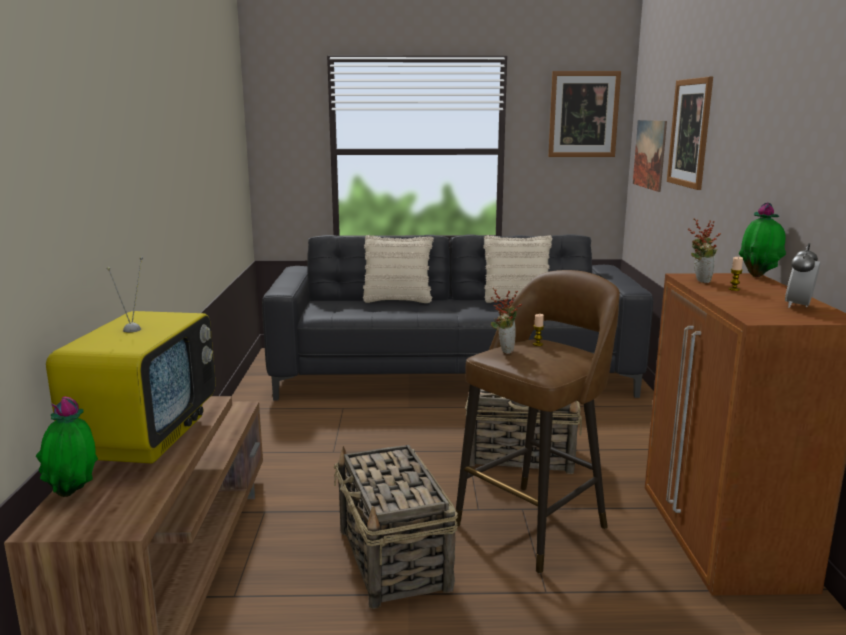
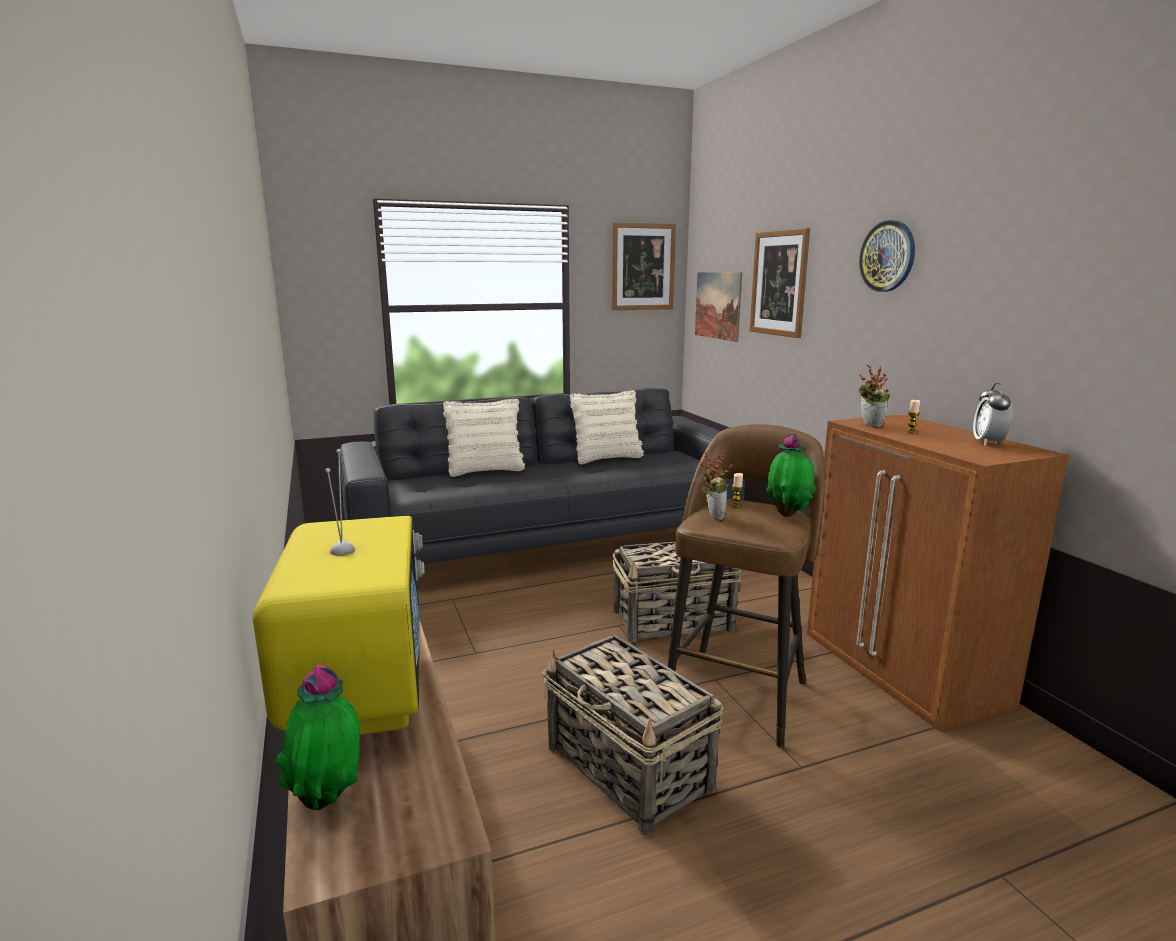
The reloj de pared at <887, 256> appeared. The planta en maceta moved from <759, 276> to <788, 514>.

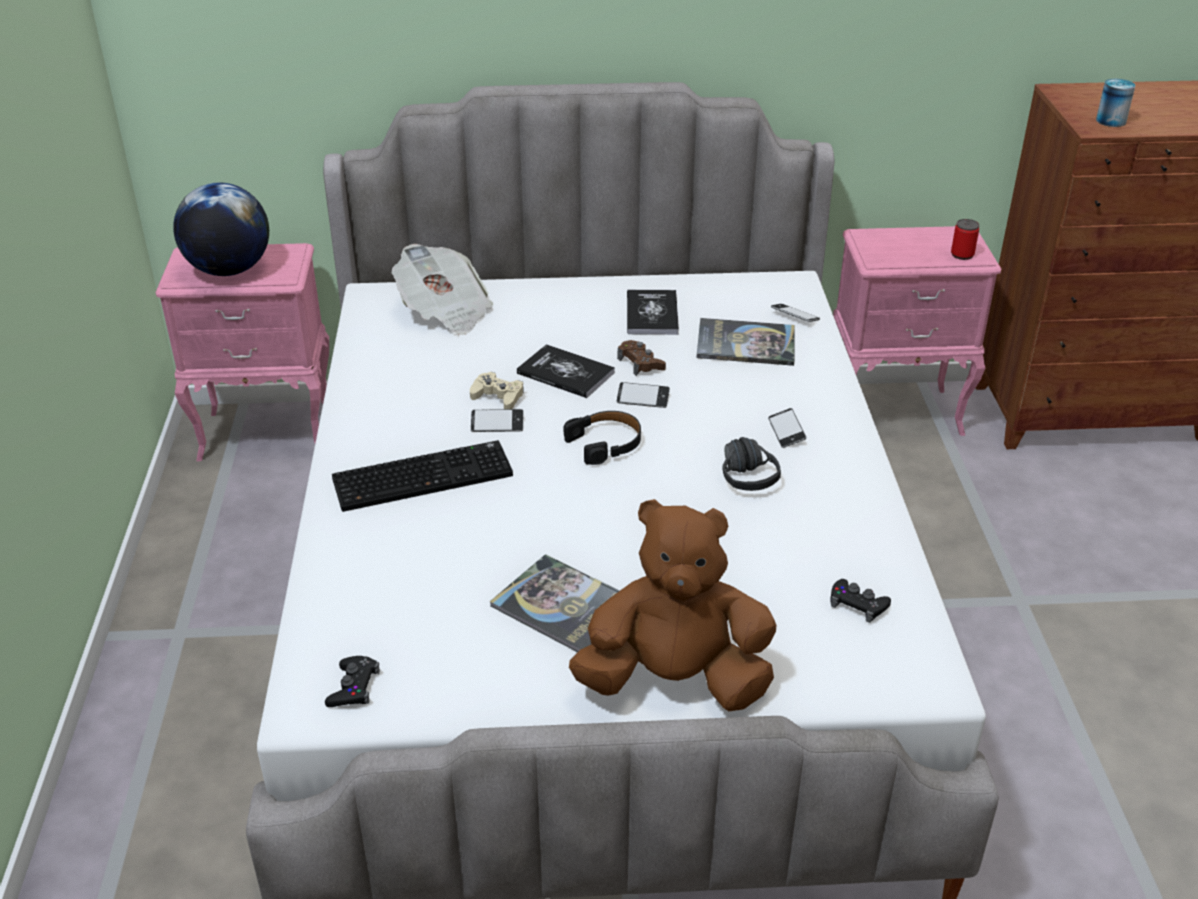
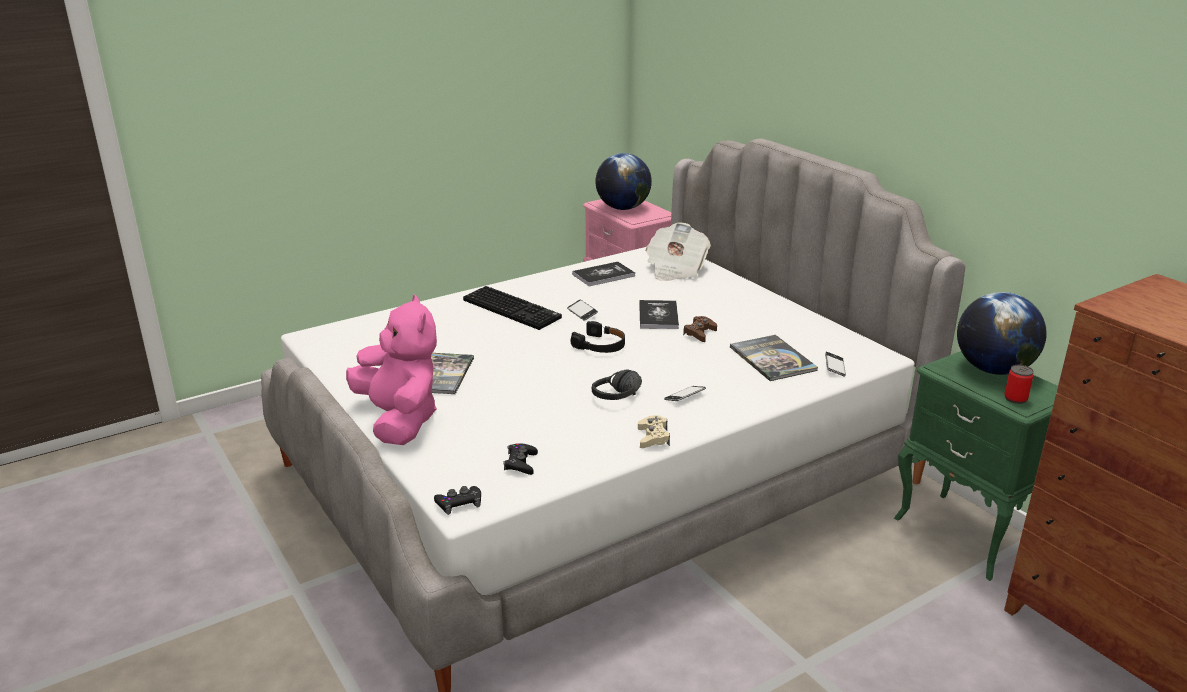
The móvil at <643, 399> disappeared. The lata at <1111, 121> disappeared. The globo terráqueo at <993, 369> appeared. The mando de consola (negro) moved from <353, 687> to <459, 503>. The mando de consola (beis) moved from <498, 397> to <653, 437>. The libro moved from <652, 314> to <603, 275>. The peluche (marrón) at <675, 680> became the peluche (rosa) at <399, 420>. The mesita de noche (rosa) at <894, 414> became the mesita de noche (verde) at <965, 535>.

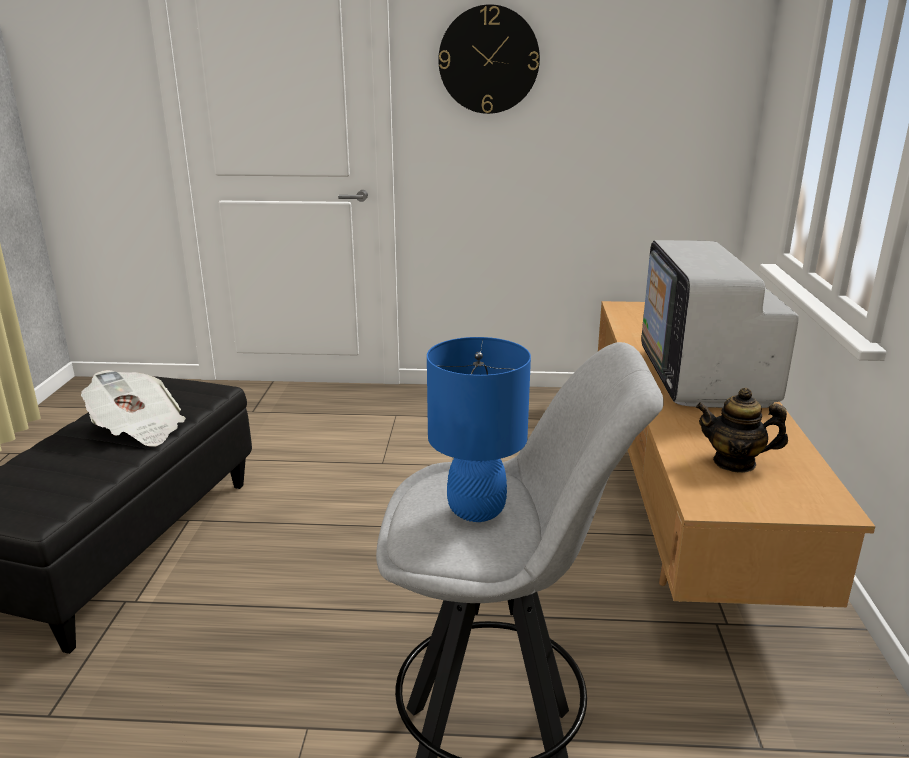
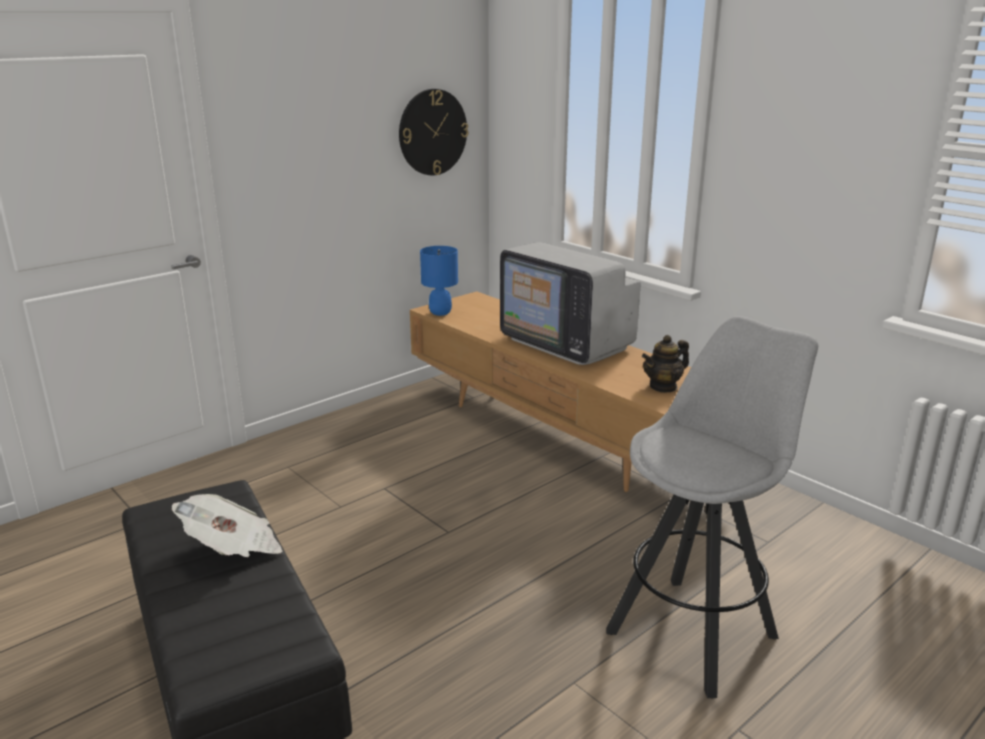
The lámpara de mesa (azul) moved from <477, 514> to <441, 313>. The reloj de pared moved from <488, 60> to <432, 132>.

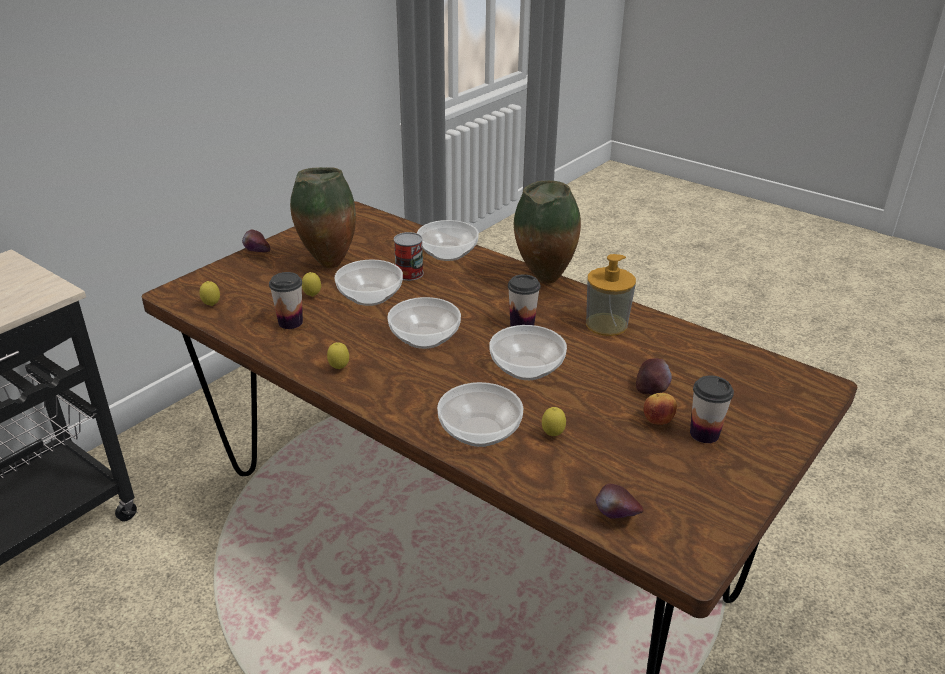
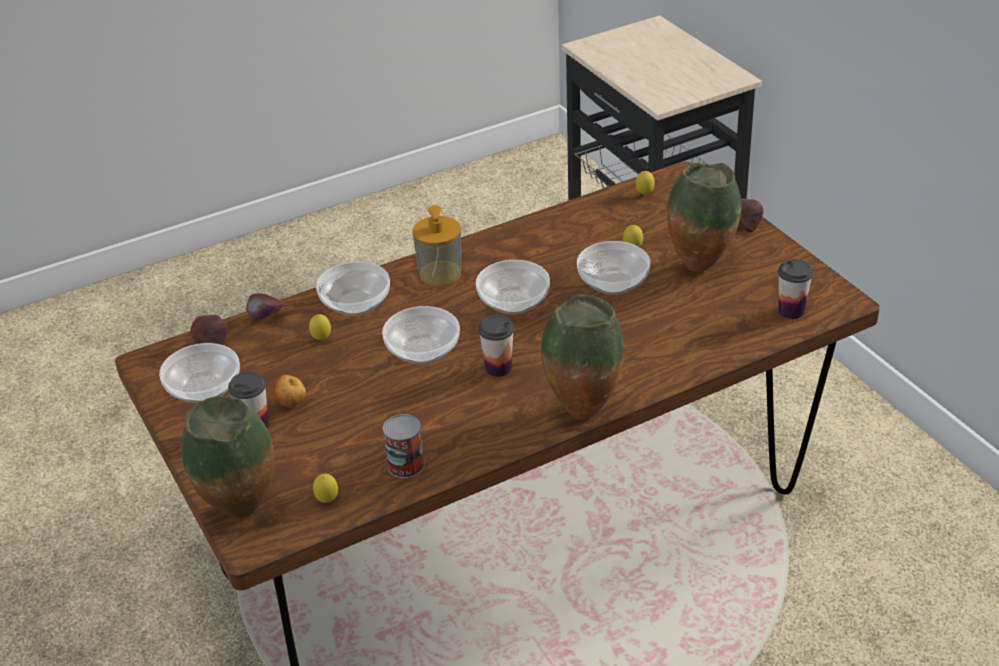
The florero at <242, 514> appeared. The taza moved from <290, 322> to <791, 311>. The limón moved from <339, 368> to <327, 501>. The lata moved from <409, 273> to <406, 465>. The cuenco moved from <448, 253> to <203, 389>. The dispensador de jabón moved from <606, 324> to <440, 273>. The manzana moved from <651, 390> to <266, 319>.

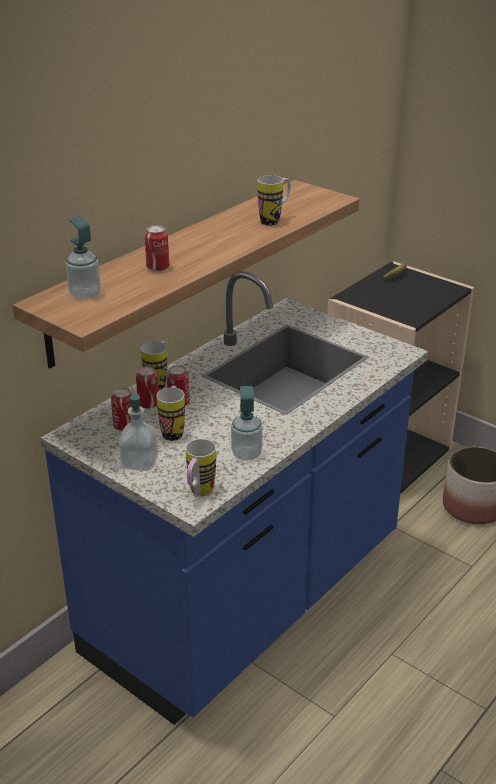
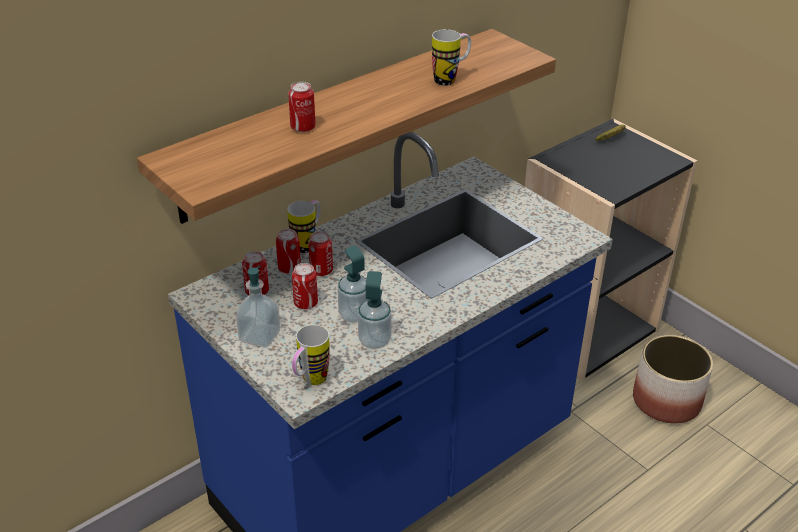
The dispensador de jabón moved from <85, 294> to <354, 315>. The taza grande at <173, 431> was replaced by the lata at <306, 303>.

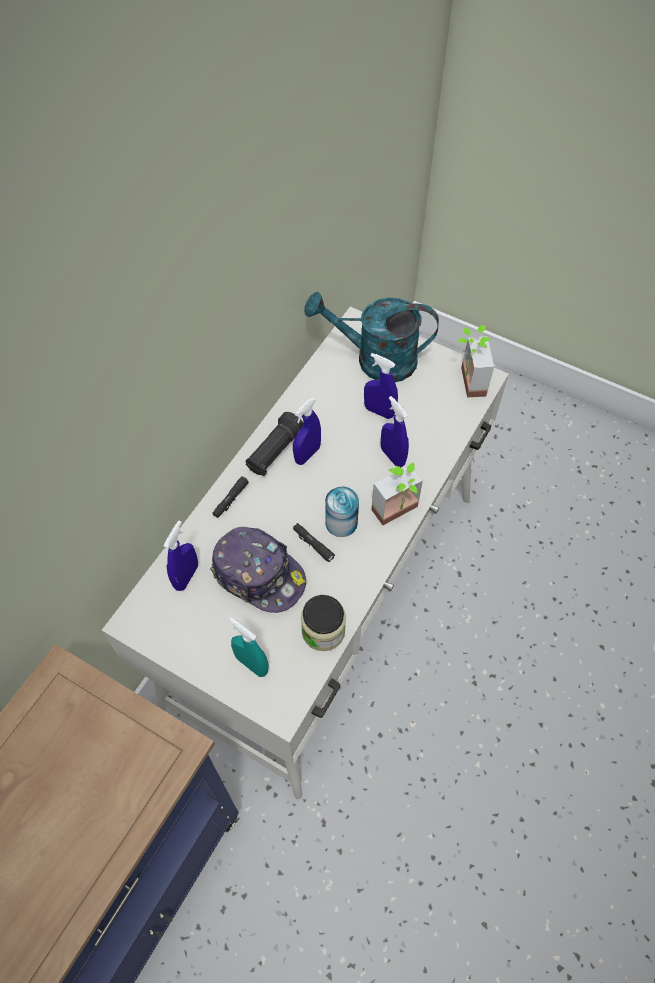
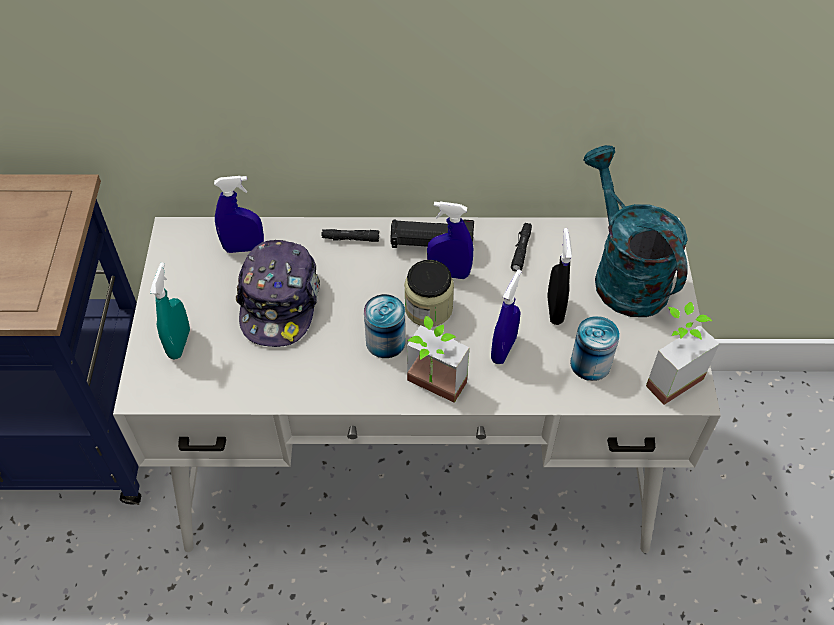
The lata at <590, 363> appeared. The linterna (negro) moved from <313, 544> to <521, 250>. The tarro moved from <323, 631> to <428, 308>. The pulverizador (azul) at <379, 411> became the pulverizador (negro) at <554, 310>.

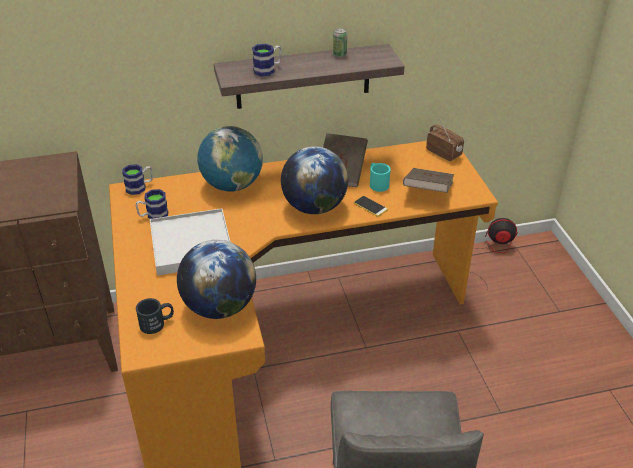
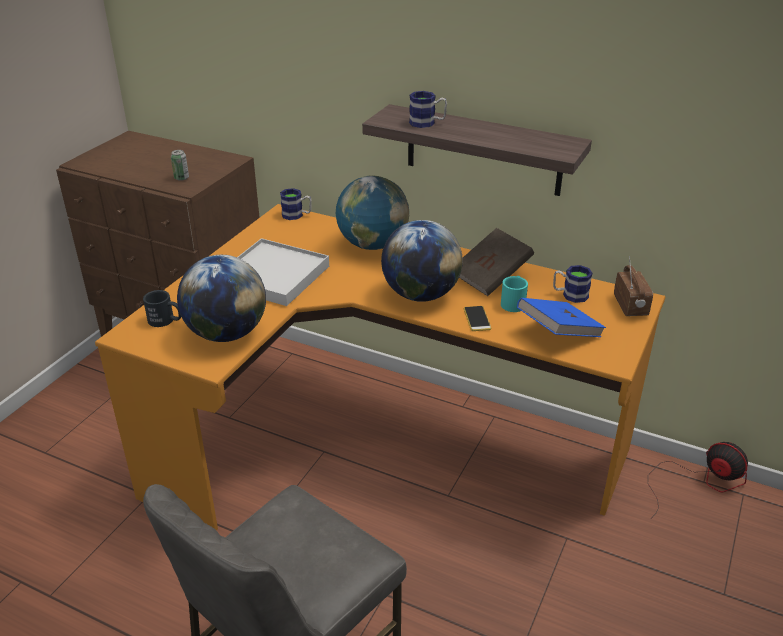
The taza grande moved from <153, 215> to <570, 295>. The lata moved from <339, 55> to <181, 178>. The libro (marrón) at <427, 192> became the libro (azul) at <558, 333>.

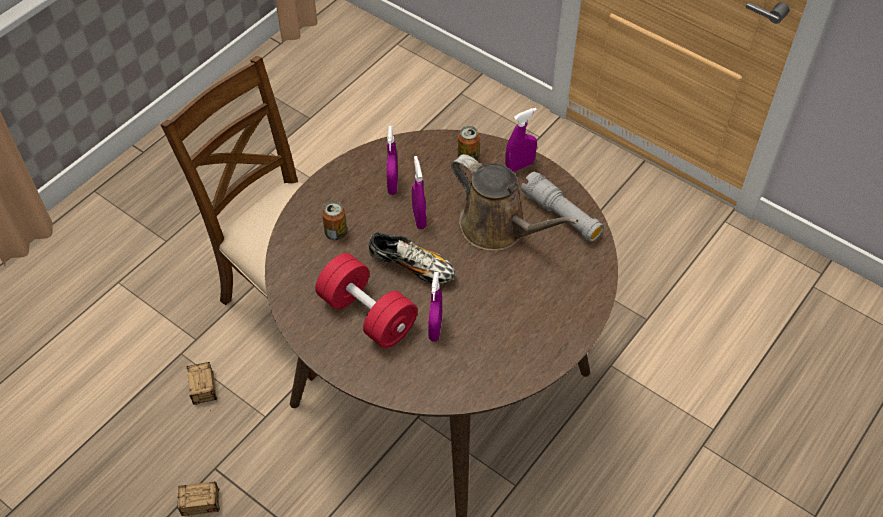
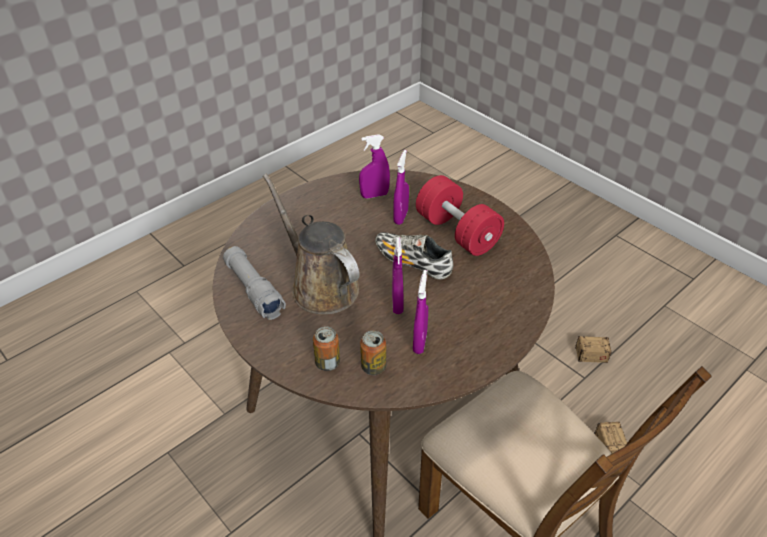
The lata moved from <336, 233> to <373, 367>. The pulverizador (morado) moved from <519, 166> to <374, 195>.

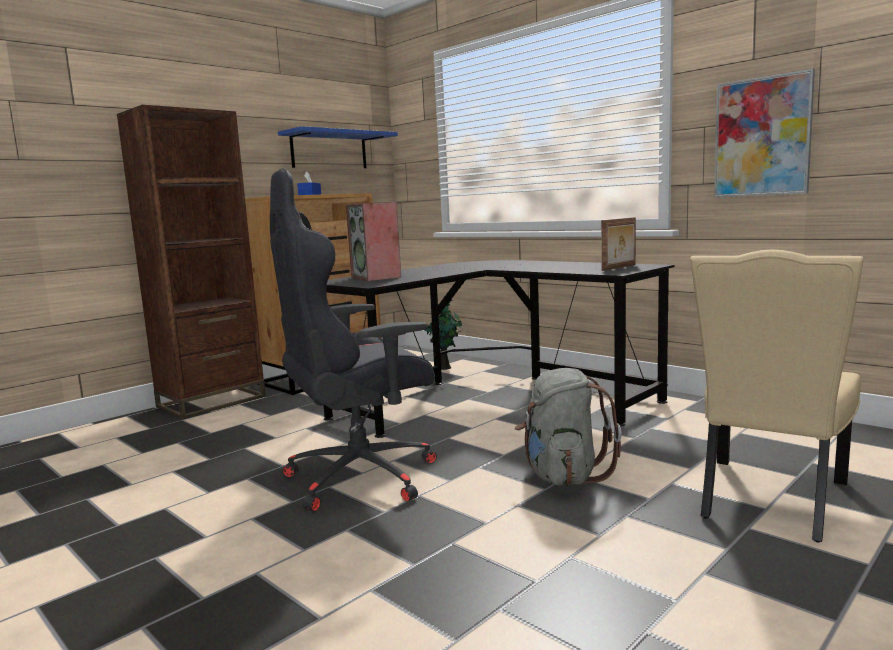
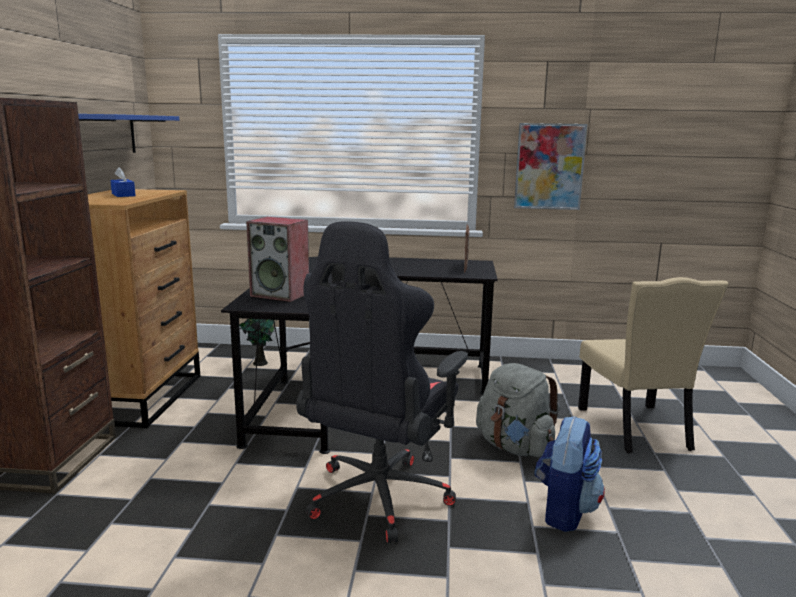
The mochila at <564, 511> appeared.

